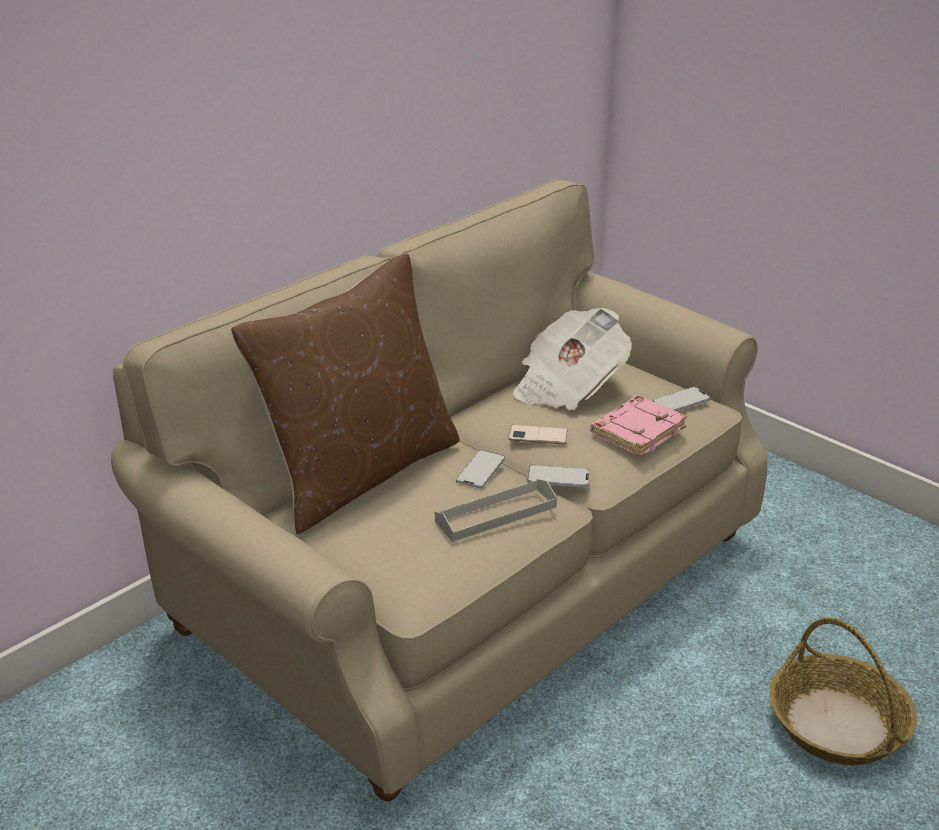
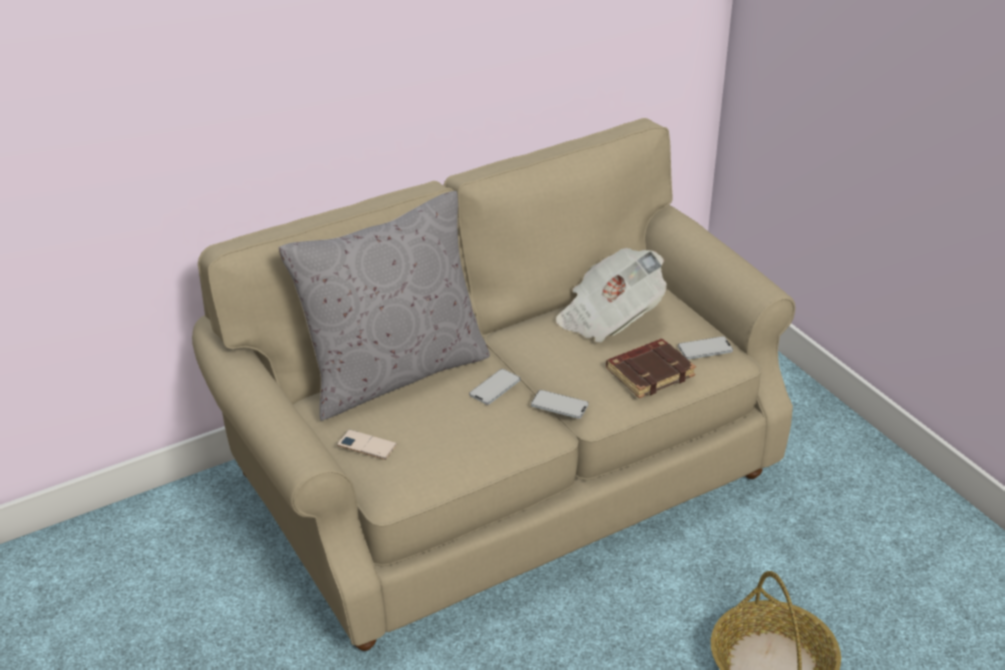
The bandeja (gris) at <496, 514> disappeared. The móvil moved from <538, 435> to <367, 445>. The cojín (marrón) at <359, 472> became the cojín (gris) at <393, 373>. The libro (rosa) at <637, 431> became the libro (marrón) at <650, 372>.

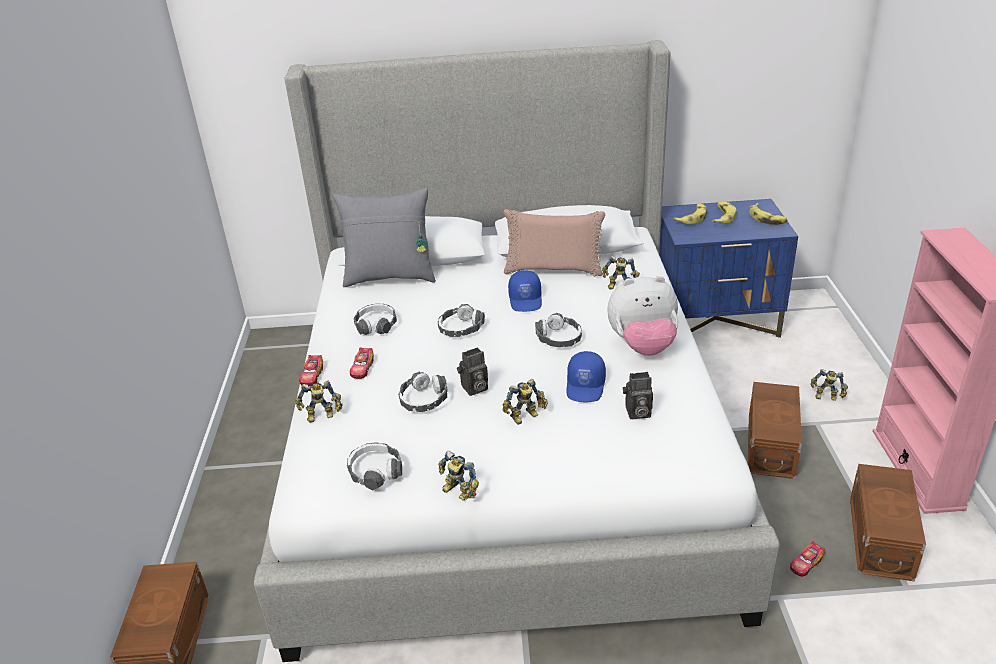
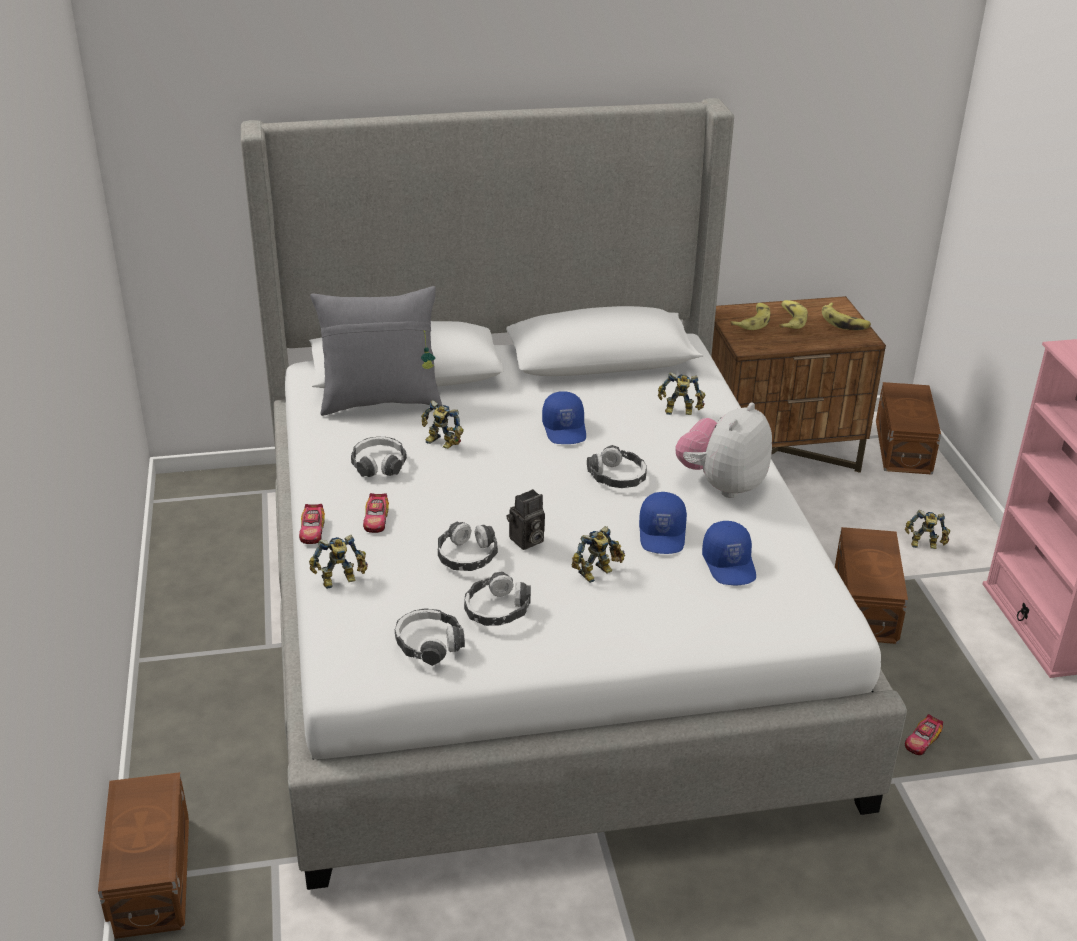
The cojín (beis) at <553, 270> disappeared. The auriculares moved from <461, 328> to <497, 609>. The robot de juguete moved from <457, 493> to <440, 443>. The caja de almacenaje (marrón) moved from <882, 537> to <904, 446>. The cámara at <637, 413> was replaced by the gorra (azul) at <730, 565>. The mesita de noche (azul) at <715, 320> became the mesita de noche (marrón) at <778, 452>. The peluche at <643, 346> turned 135 degrees clockwise.

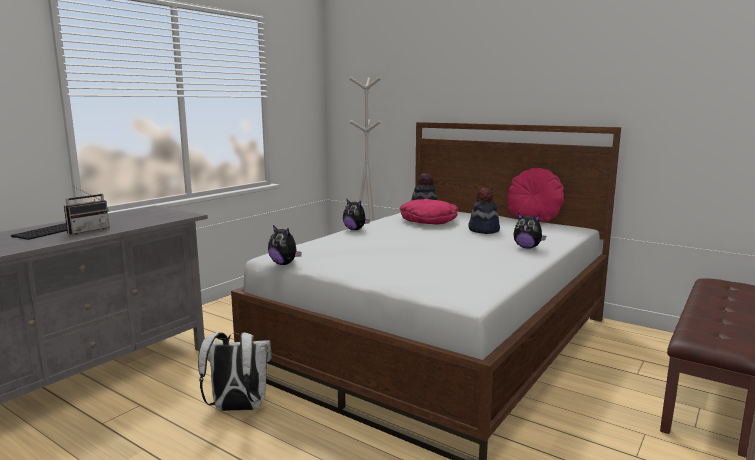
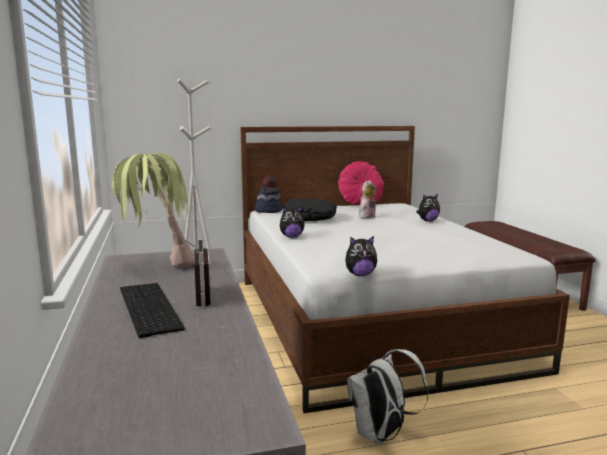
The planta en maceta at <155, 267> appeared. The sombrero at <483, 230> was replaced by the peluche at <366, 216>. The cojín (rosa) at <429, 221> became the cojín (negro) at <309, 218>.

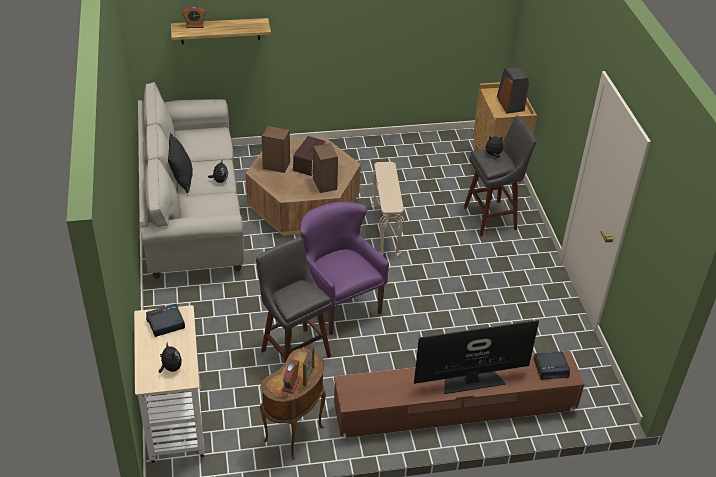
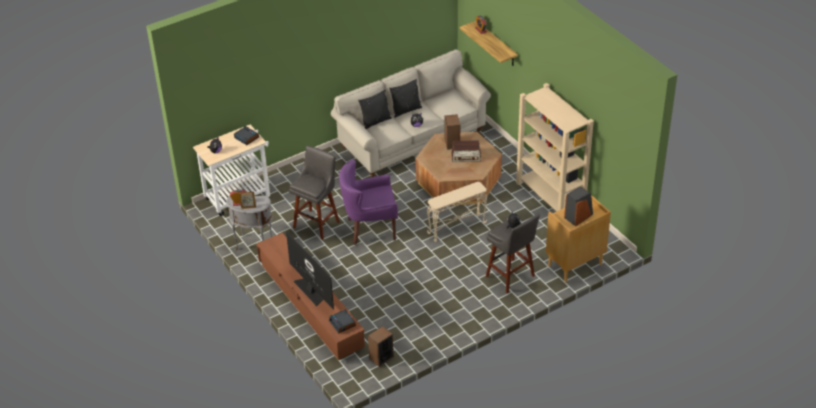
The cojín (negro) at <376, 122> appeared. The estantería (beis) at <550, 196> appeared. The altavoz moved from <324, 184> to <381, 357>. The mesa auxiliar (marrón) at <295, 435> became the mesa auxiliar (gris) at <253, 245>. The sillón (morado) at <339, 304> turned 135 degrees counterclockwise.

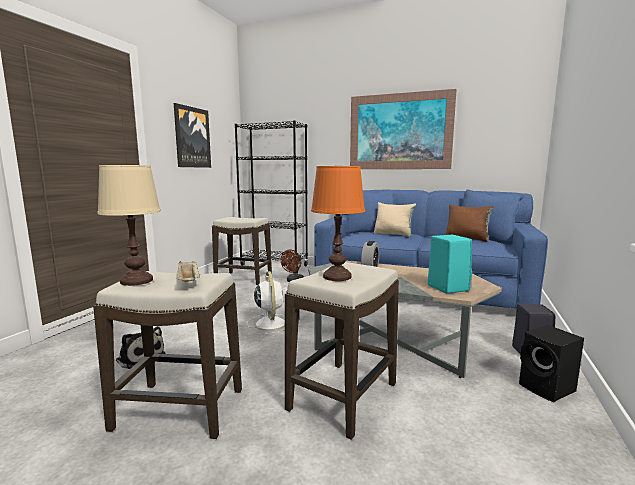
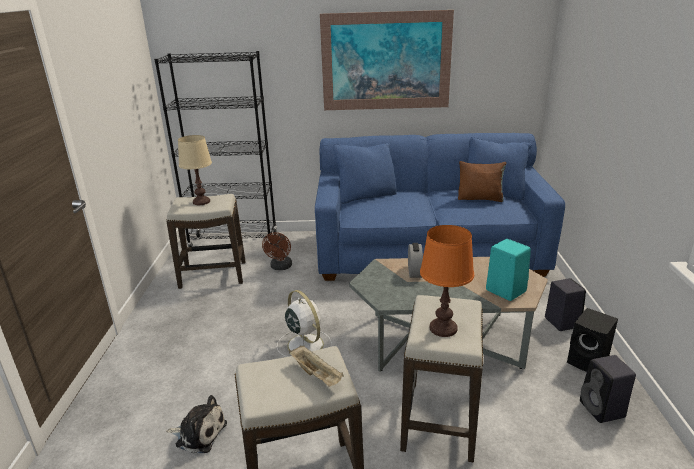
The cuadro at <192, 137> disappeared. The cojín (beis) at <393, 234> disappeared. The altavoz (negro) at <603, 410> appeared. The lámpara de mesa (beis) moved from <137, 281> to <201, 202>.

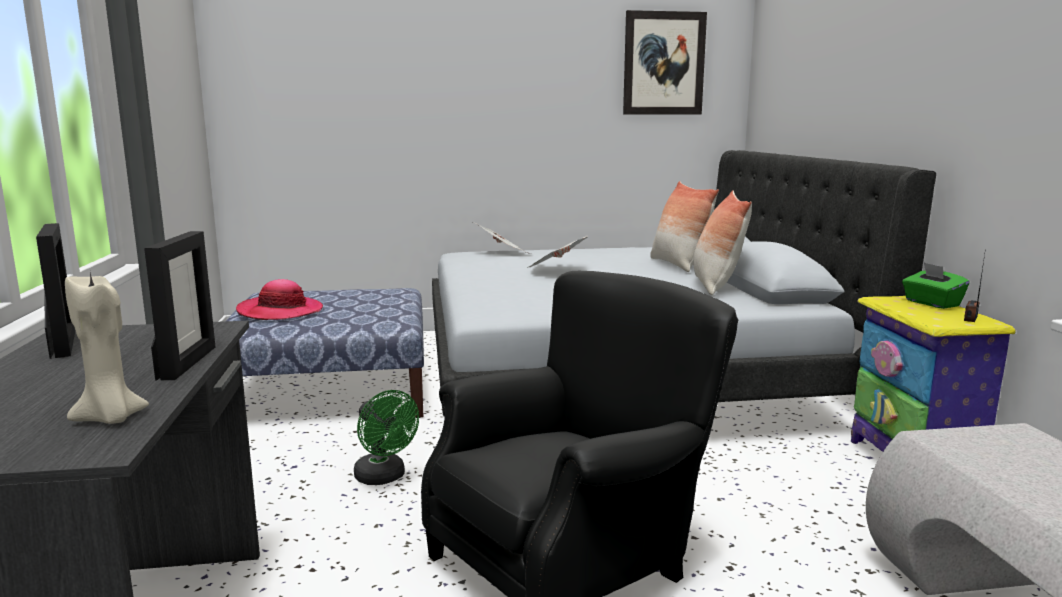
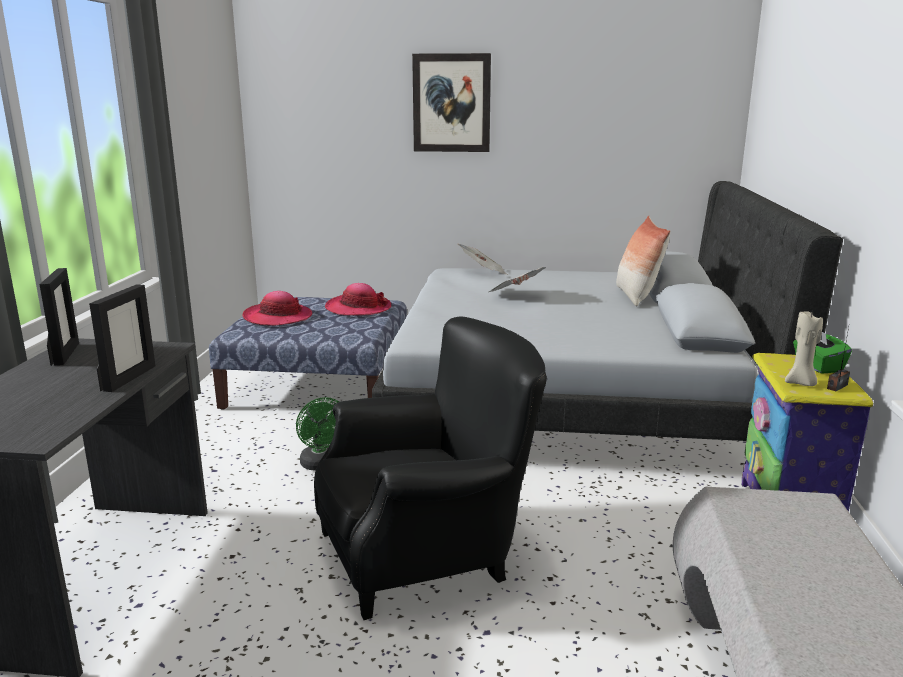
The cojín at <715, 286> disappeared. The sombrero at <358, 308> appeared. The vela (beis) moved from <111, 419> to <801, 383>. The cuadro moved from <663, 63> to <451, 103>.

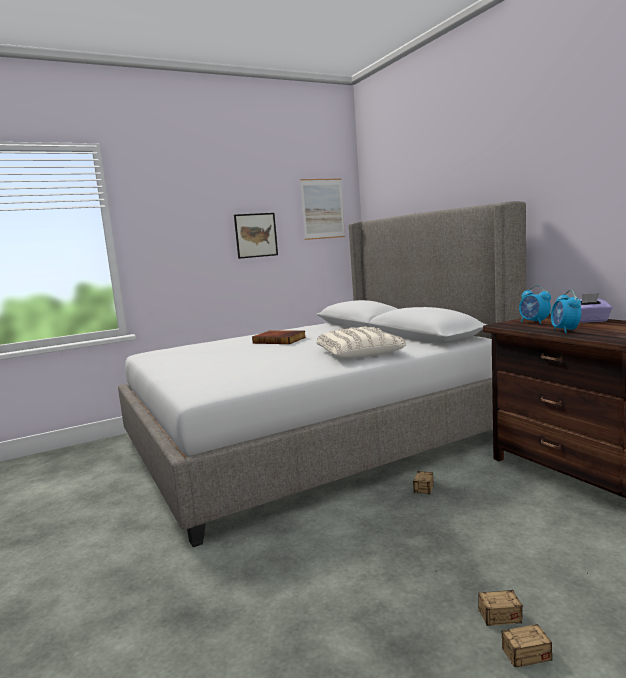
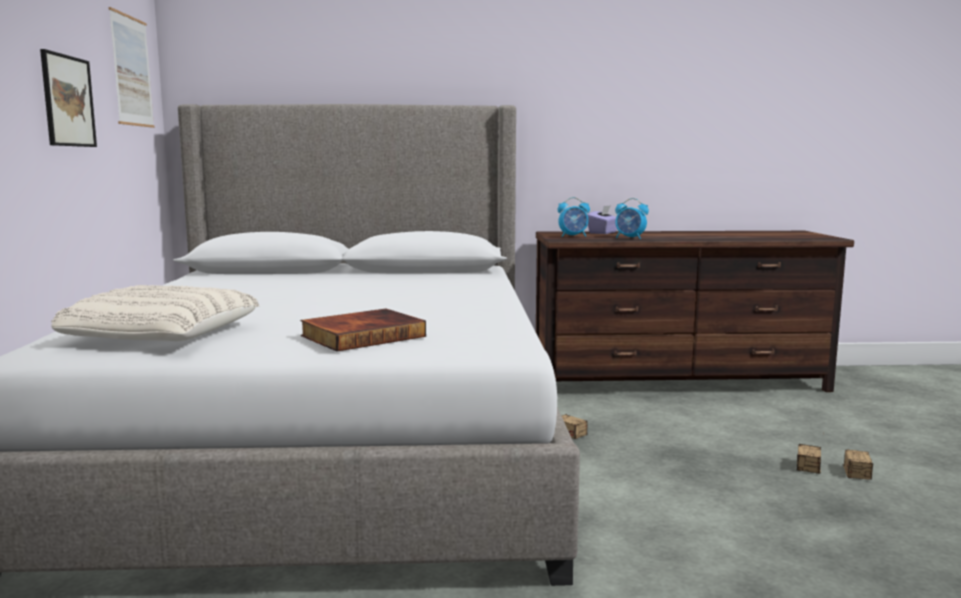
The libro moved from <280, 340> to <363, 335>. The cojín (beis) moved from <359, 353> to <163, 334>.

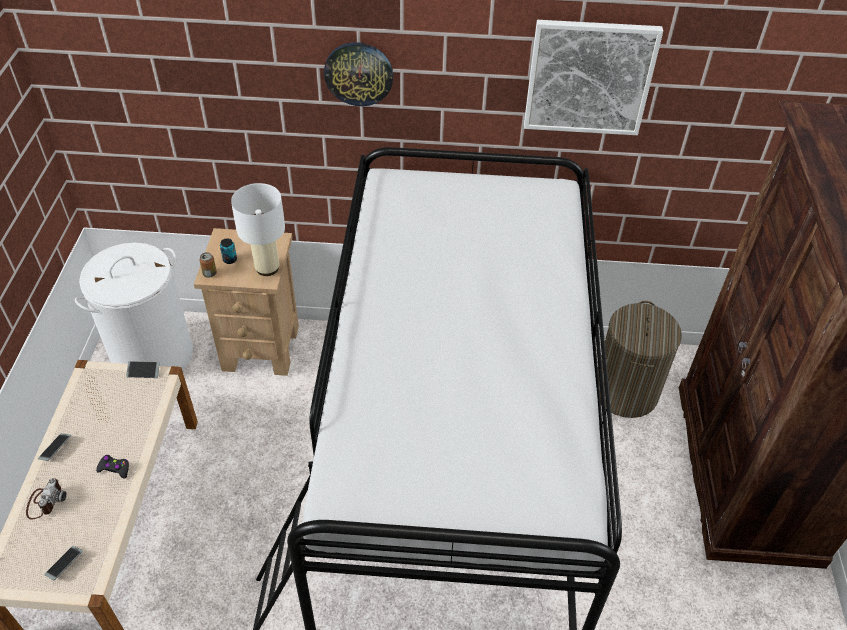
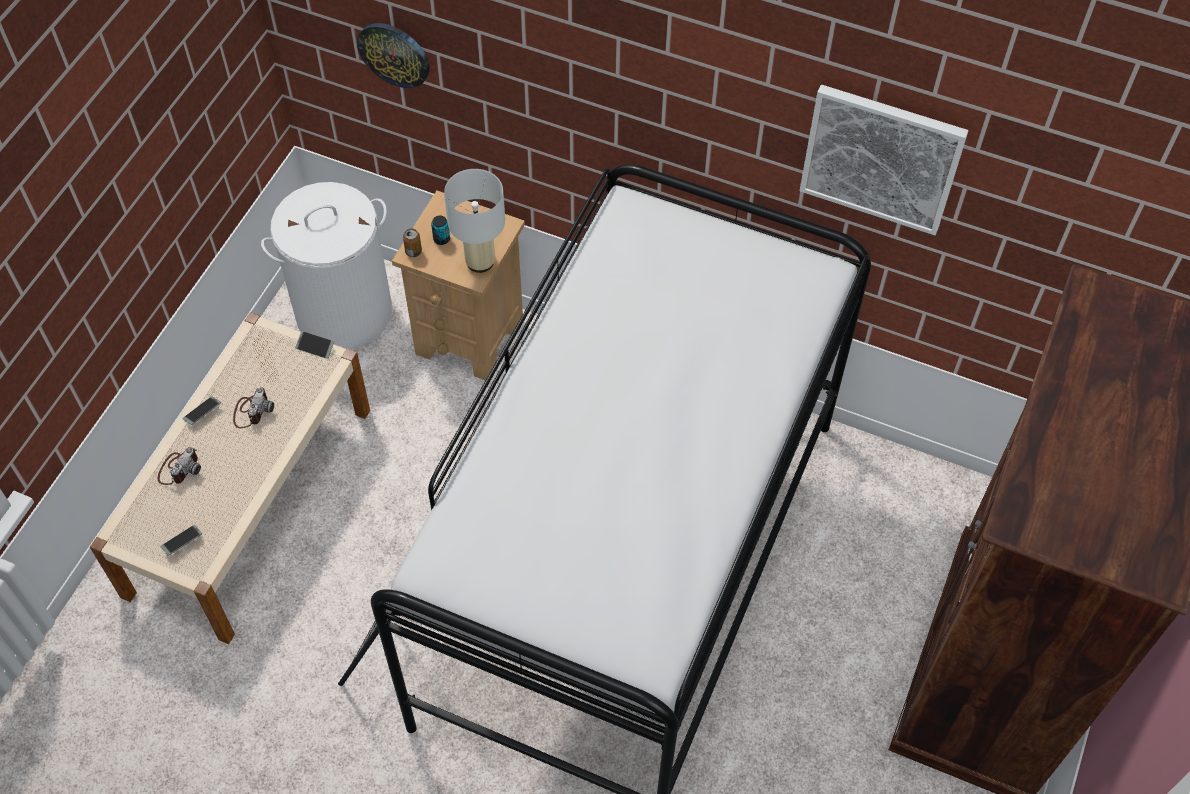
The mando de consola (negro) at <115, 468> disappeared. The cesto de la ropa at <625, 392> disappeared. The cámara at <252, 411> appeared. The reloj de pared moved from <358, 73> to <394, 54>.

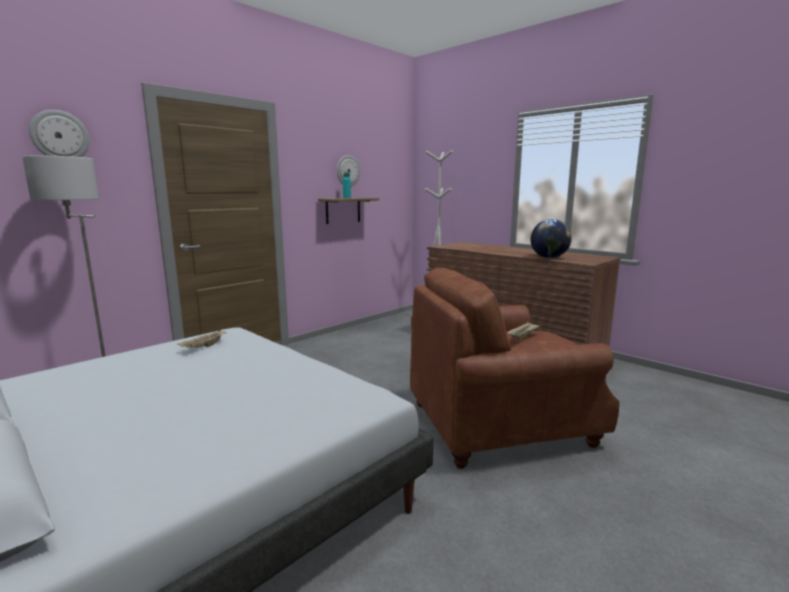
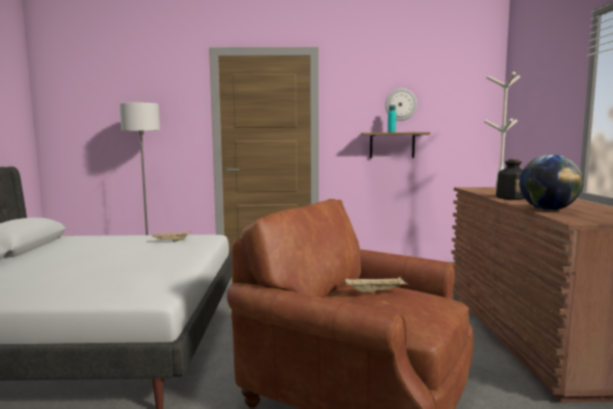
The reloj de pared at <60, 136> disappeared. The botella at <510, 197> appeared.

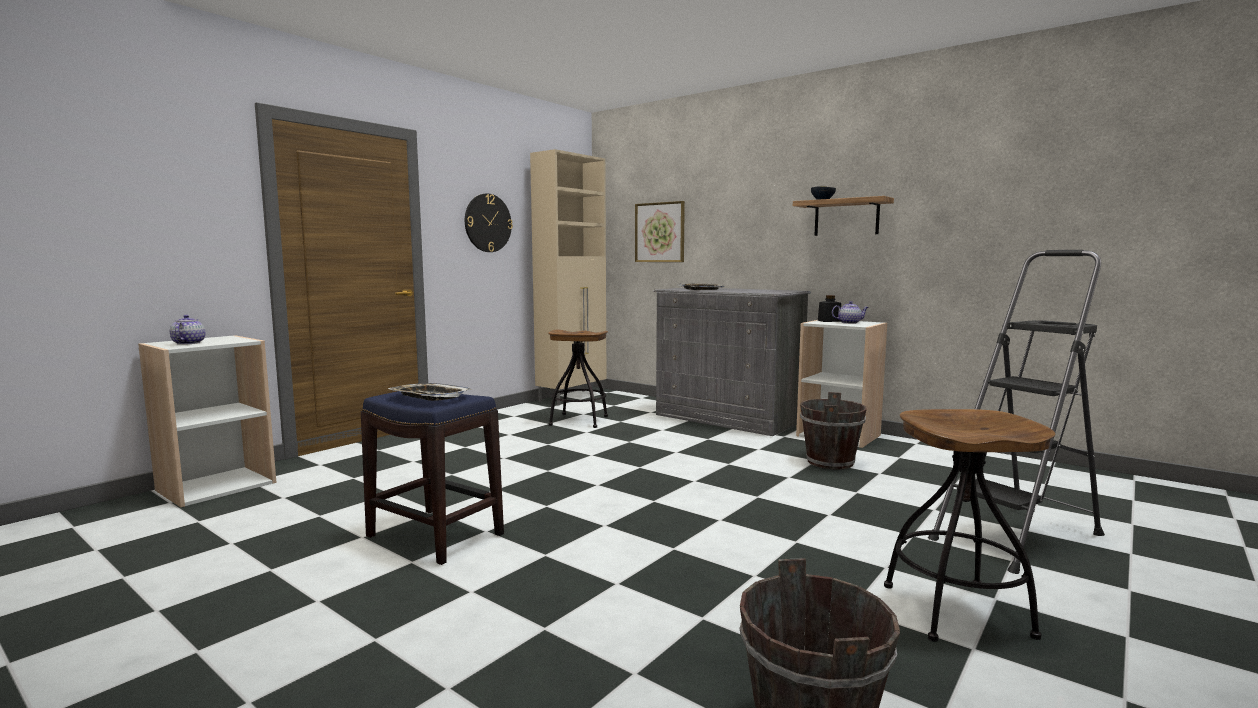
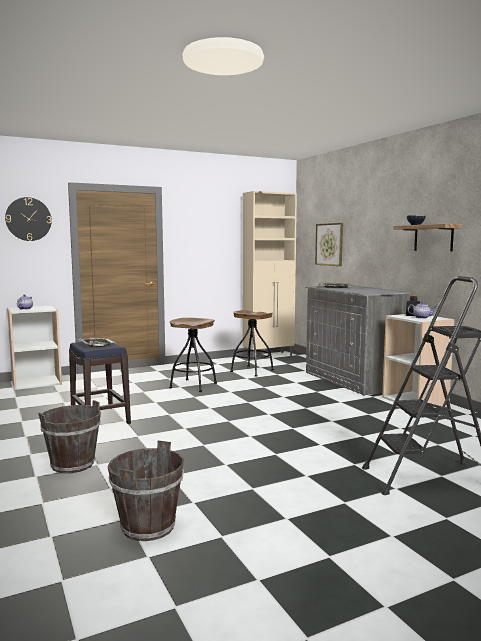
The reloj de pared moved from <488, 223> to <28, 219>. The cubo (marrón) moved from <830, 462> to <73, 465>. The taburete (marrón) moved from <957, 610> to <193, 385>.

